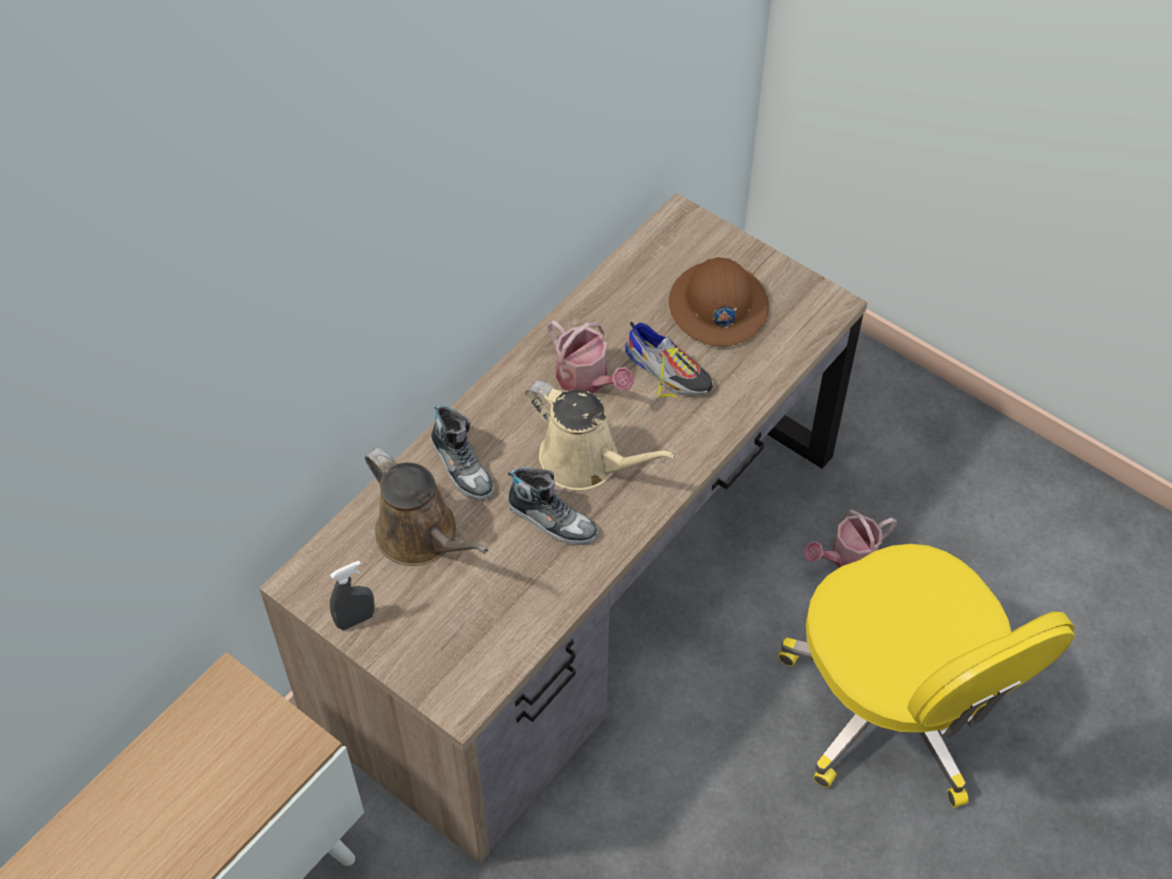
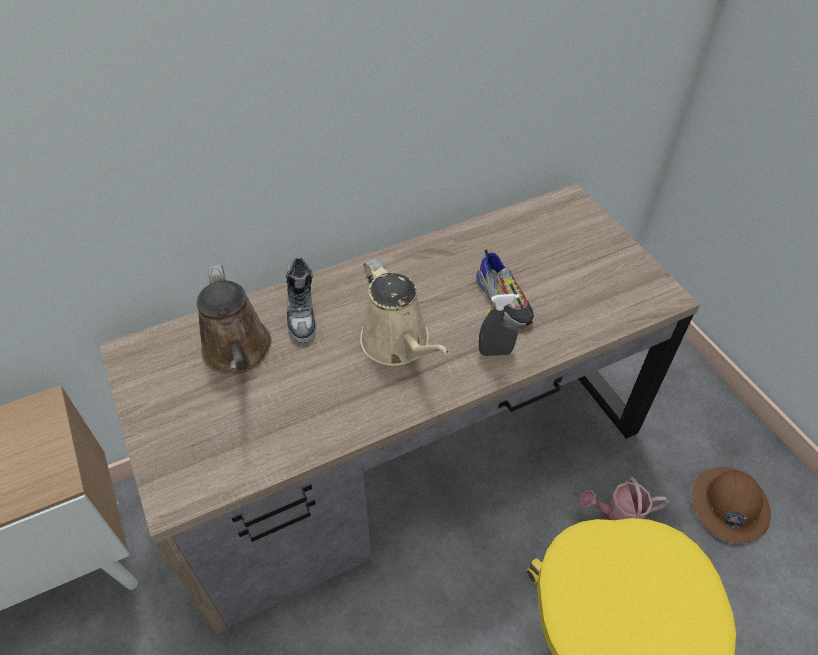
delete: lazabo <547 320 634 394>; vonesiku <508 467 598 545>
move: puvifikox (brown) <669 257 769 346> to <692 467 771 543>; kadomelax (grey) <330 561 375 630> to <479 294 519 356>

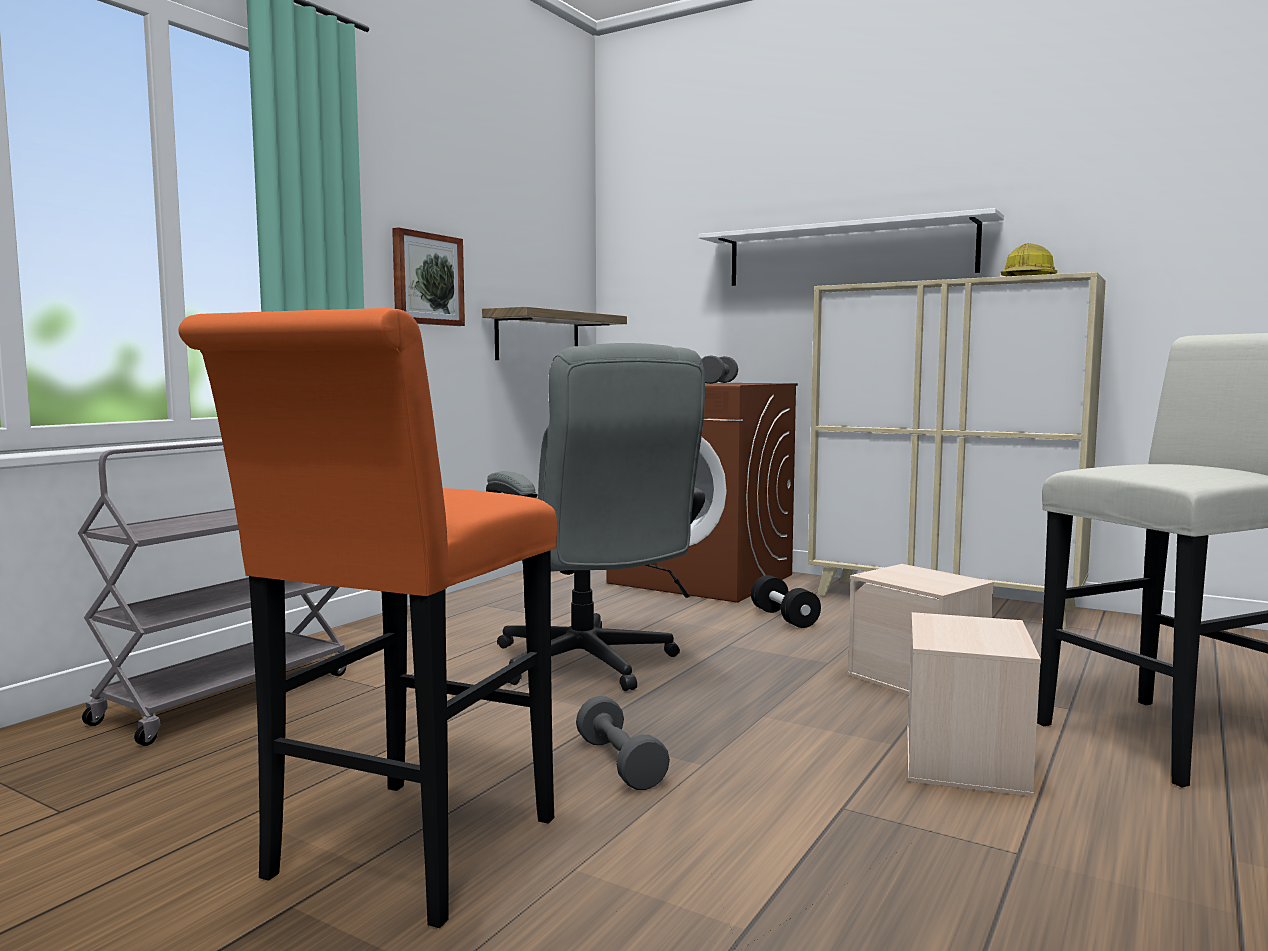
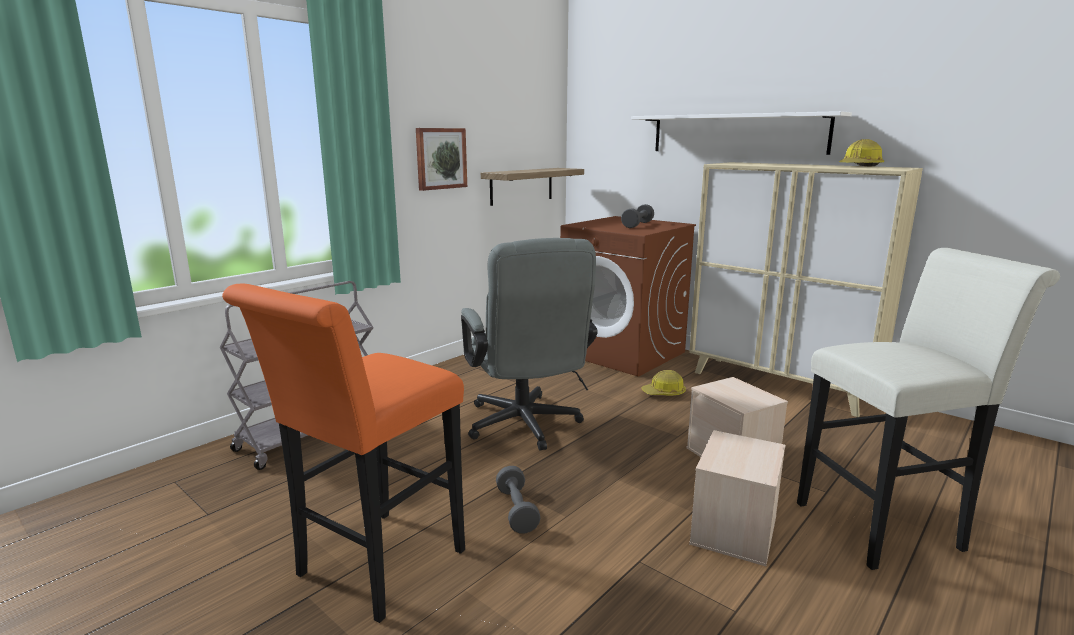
replace: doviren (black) <751 575 821 628> to puvifikox <641 370 686 395>

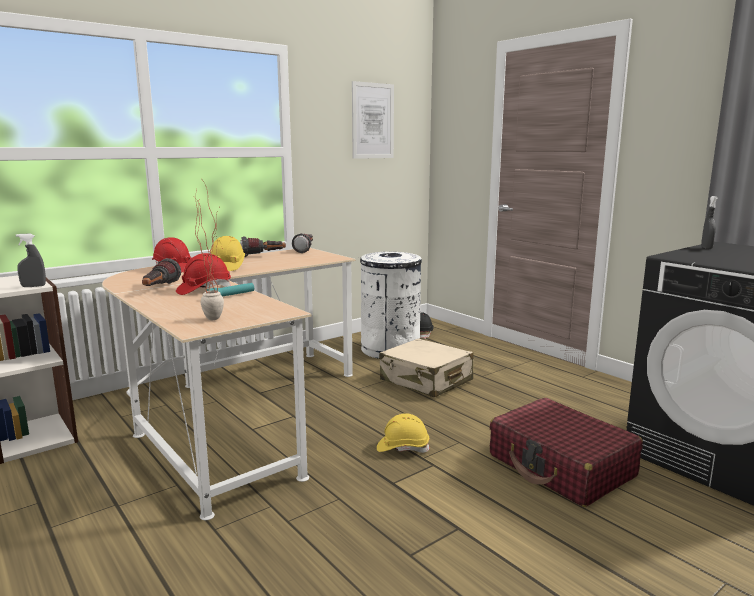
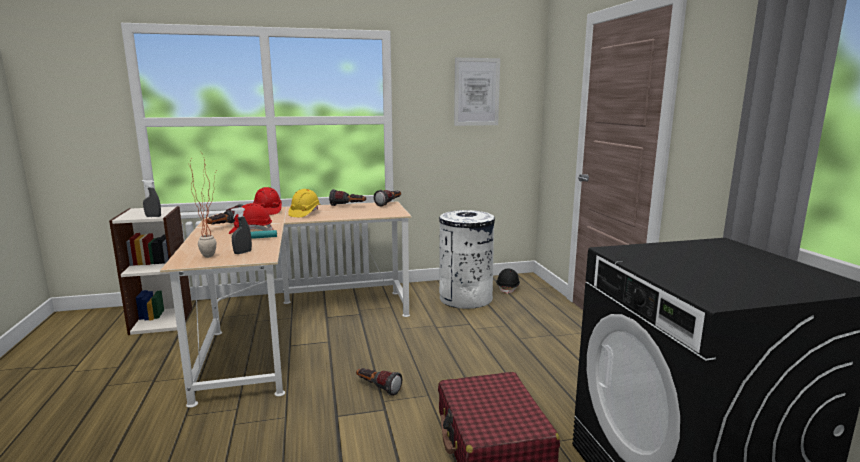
delete: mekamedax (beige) <379 338 474 397>
move: kadomelax (grey) <701 196 718 249> to <231 207 252 254>
replace: puvifikox (yellow) <377 413 430 453> to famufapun <356 368 402 396>

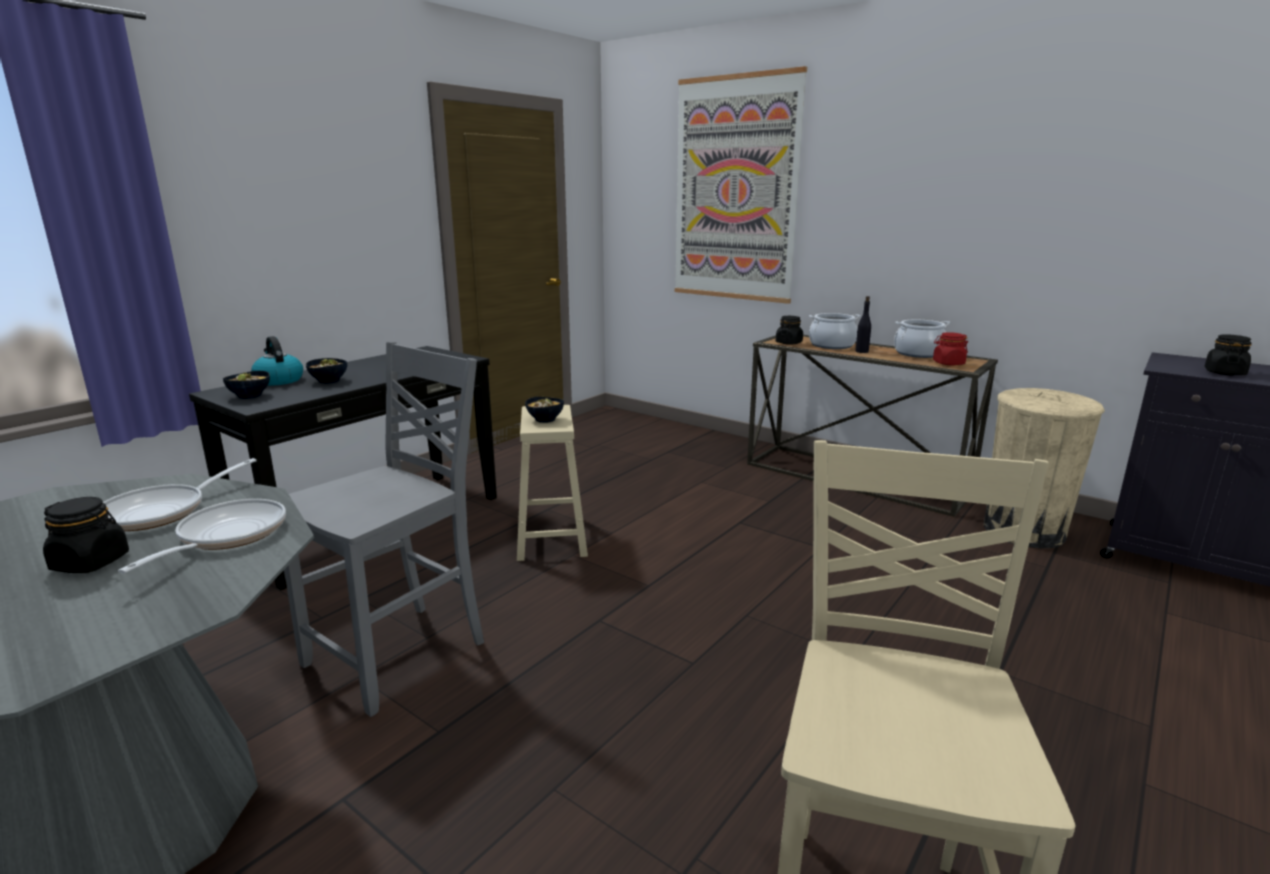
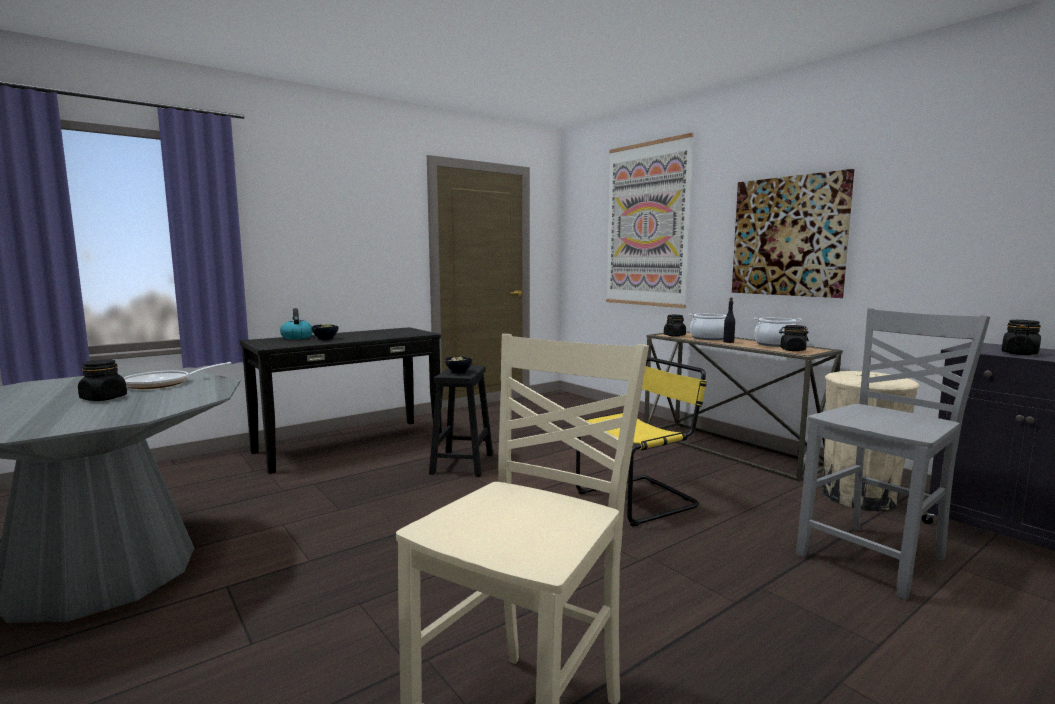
delete: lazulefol <223 371 270 399>; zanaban <118 499 286 574>
insert: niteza <732 169 854 298>; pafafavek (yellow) <576 357 706 526>
move: pafafavek (grey) <284 342 484 717> to <796 308 990 600>
recolor: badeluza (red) <933 332 968 366> to badeluza (black) <779 325 809 351>; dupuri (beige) <517 405 588 561> to dupuri (black) <429 366 493 477>

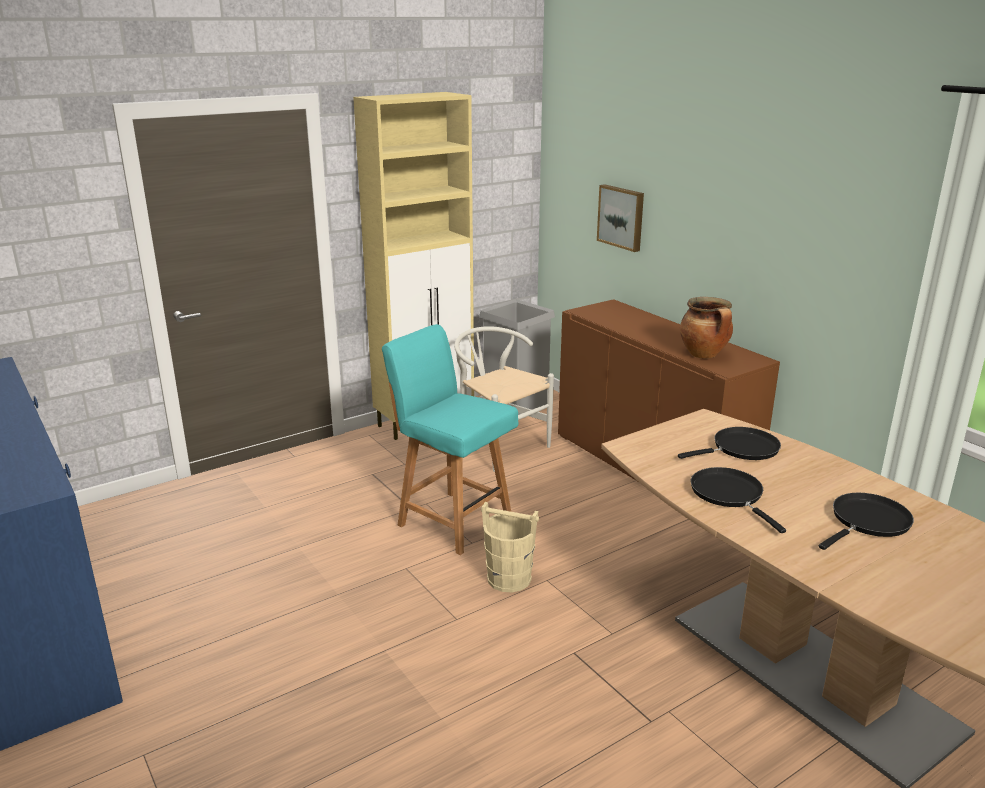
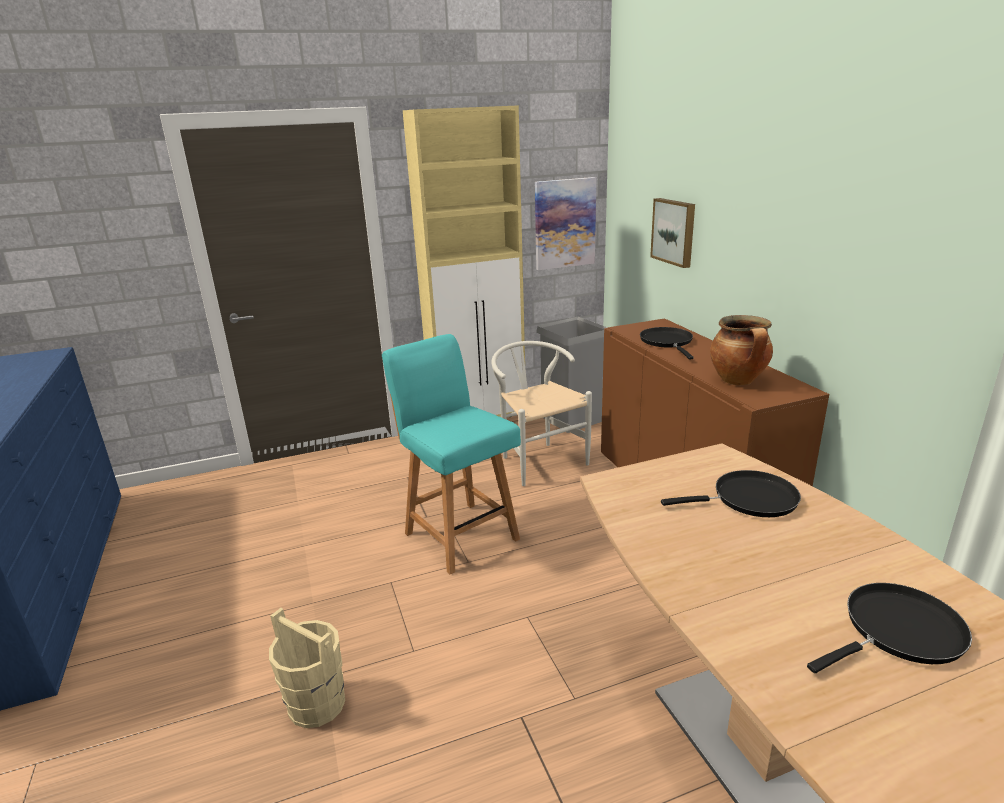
insert: niteza <535 177 597 270>
move: zanaban (black) <691 467 786 533> to <640 327 694 359>; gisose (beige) <481 502 539 593> to <269 608 345 728>

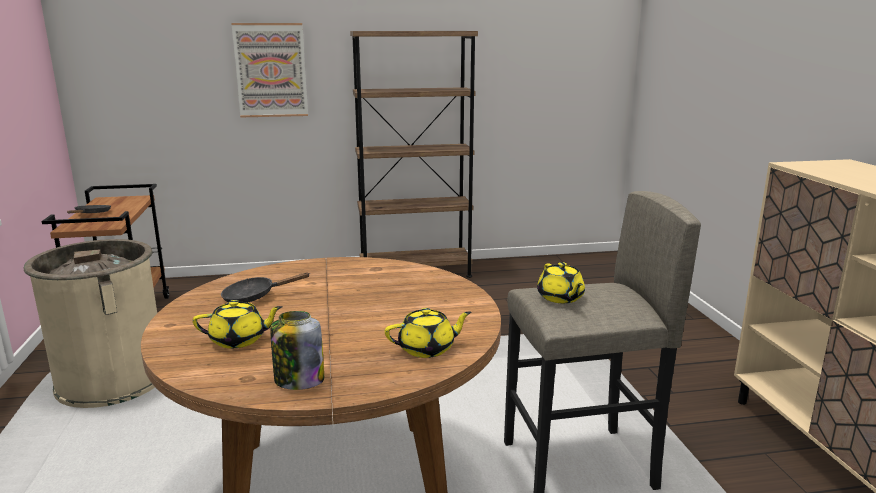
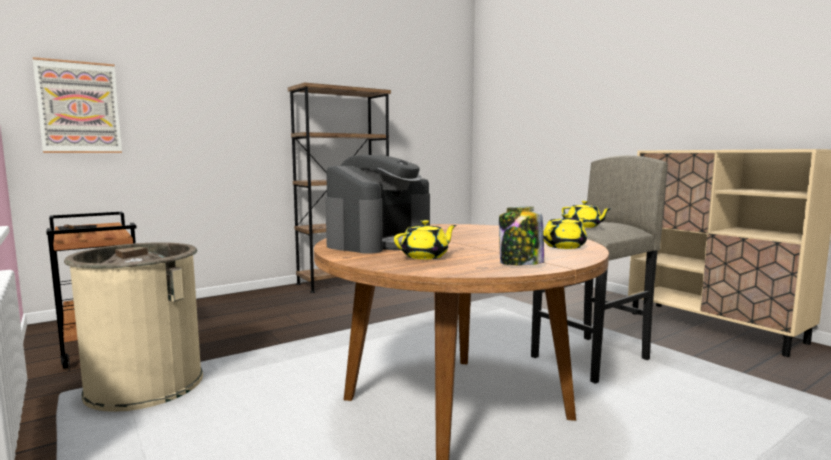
move: niteza <231 23 308 117> to <33 57 122 153>
replace: zanaban (black) <221 272 309 303> to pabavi <325 155 430 254>

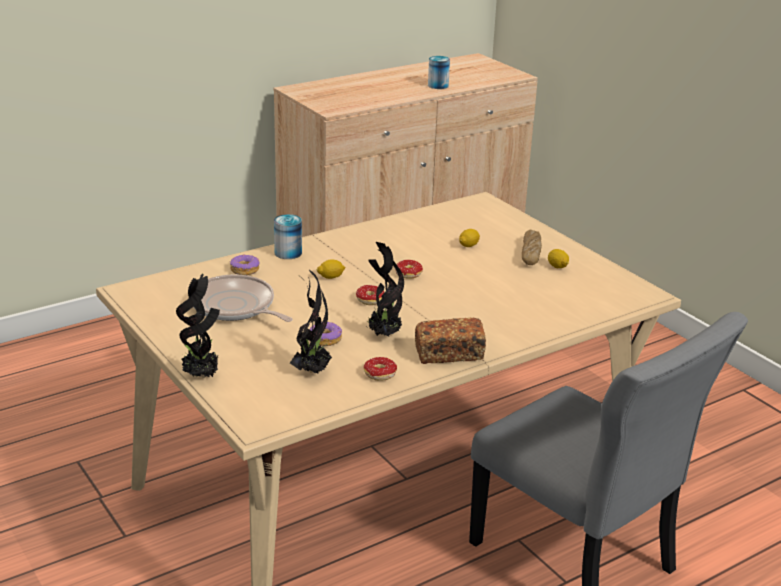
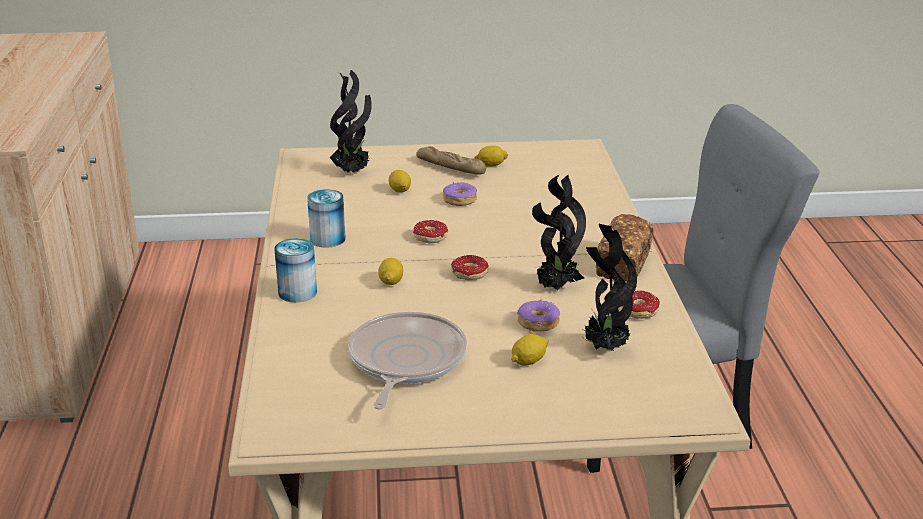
insert: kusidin <511 334 548 366>
move: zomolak <428 56 450 89> to <307 189 346 248>; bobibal <230 254 260 275> to <443 182 477 206>; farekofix <176 274 220 378> to <330 70 372 174>
rotate: zanaban <193 274 293 322> = <348 312 467 410> 120 degrees clockwise

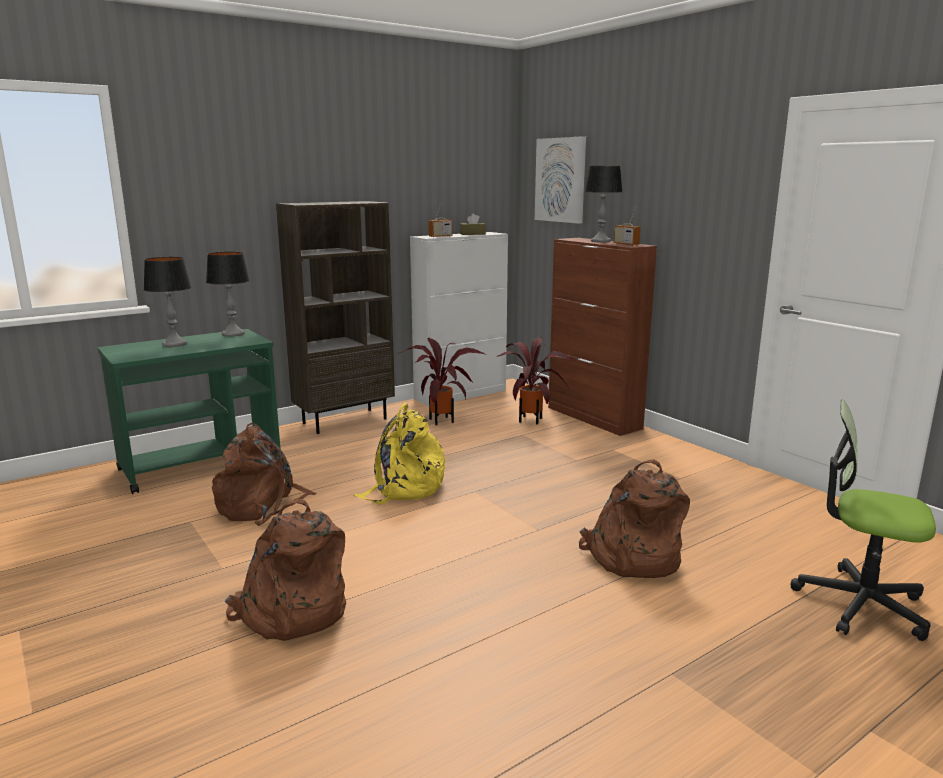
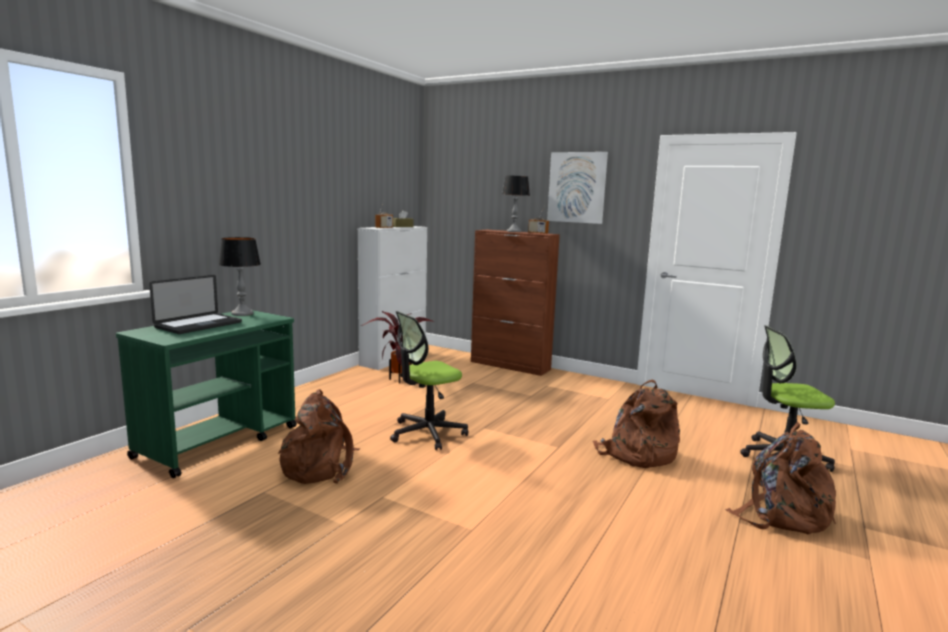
delete: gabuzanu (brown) <276 201 395 434>; farekofix <497 337 574 424>
move: niteza <535 136 586 224> to <547 152 608 224>; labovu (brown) <225 499 346 641> to <725 422 836 535>
replace: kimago <144 257 191 347> to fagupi <149 275 242 334>; labovu (yellow) <354 402 445 504> to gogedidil <390 311 468 450>

